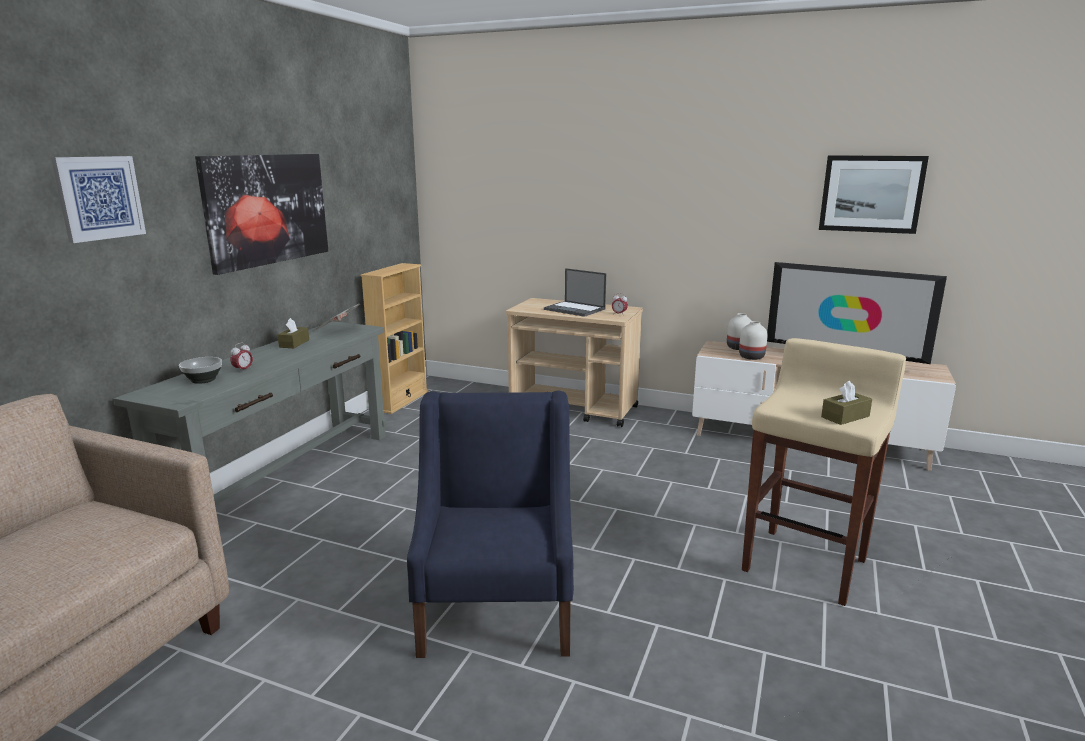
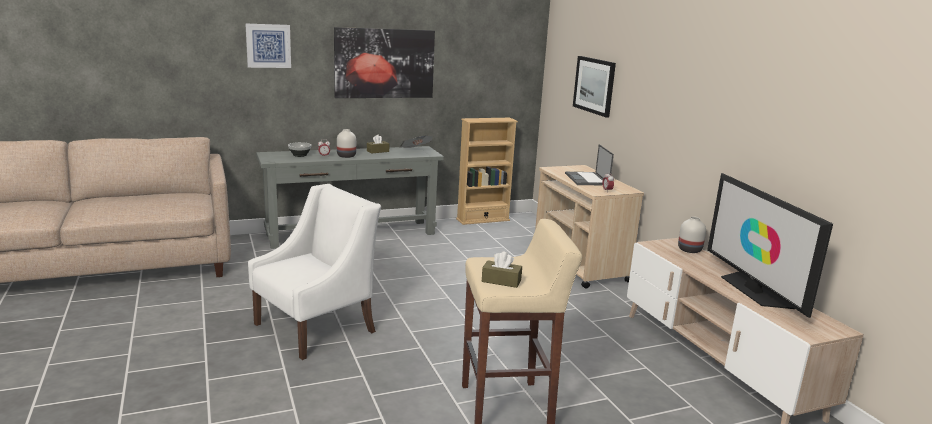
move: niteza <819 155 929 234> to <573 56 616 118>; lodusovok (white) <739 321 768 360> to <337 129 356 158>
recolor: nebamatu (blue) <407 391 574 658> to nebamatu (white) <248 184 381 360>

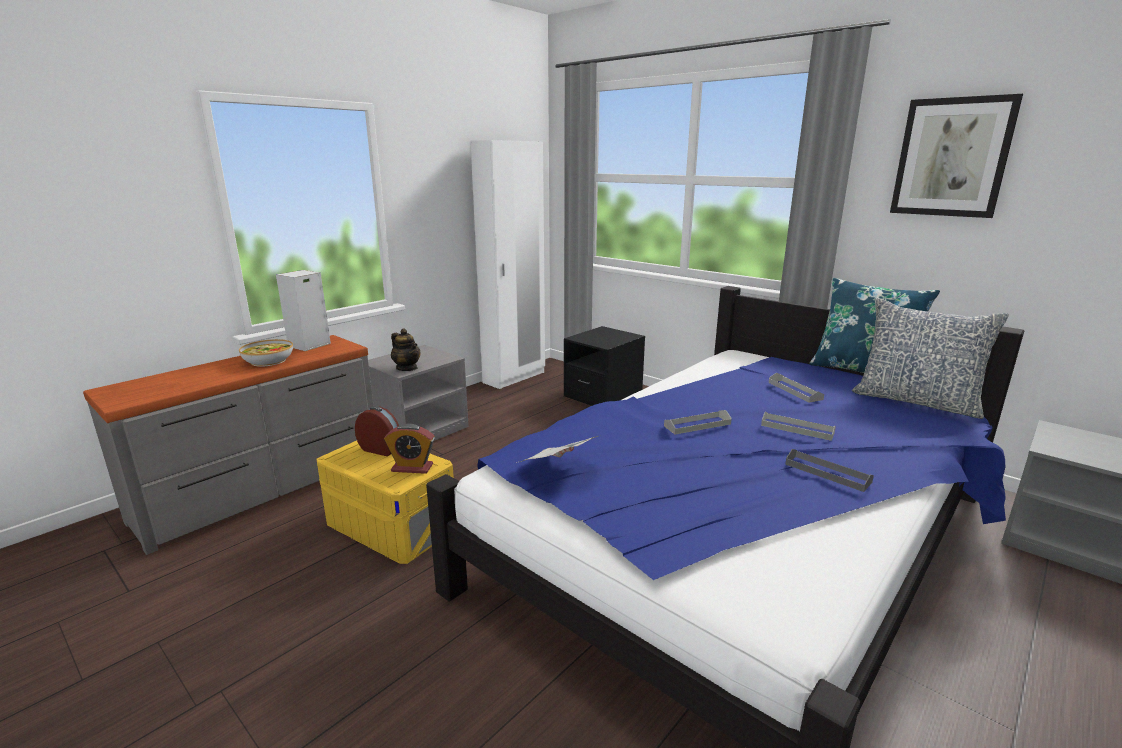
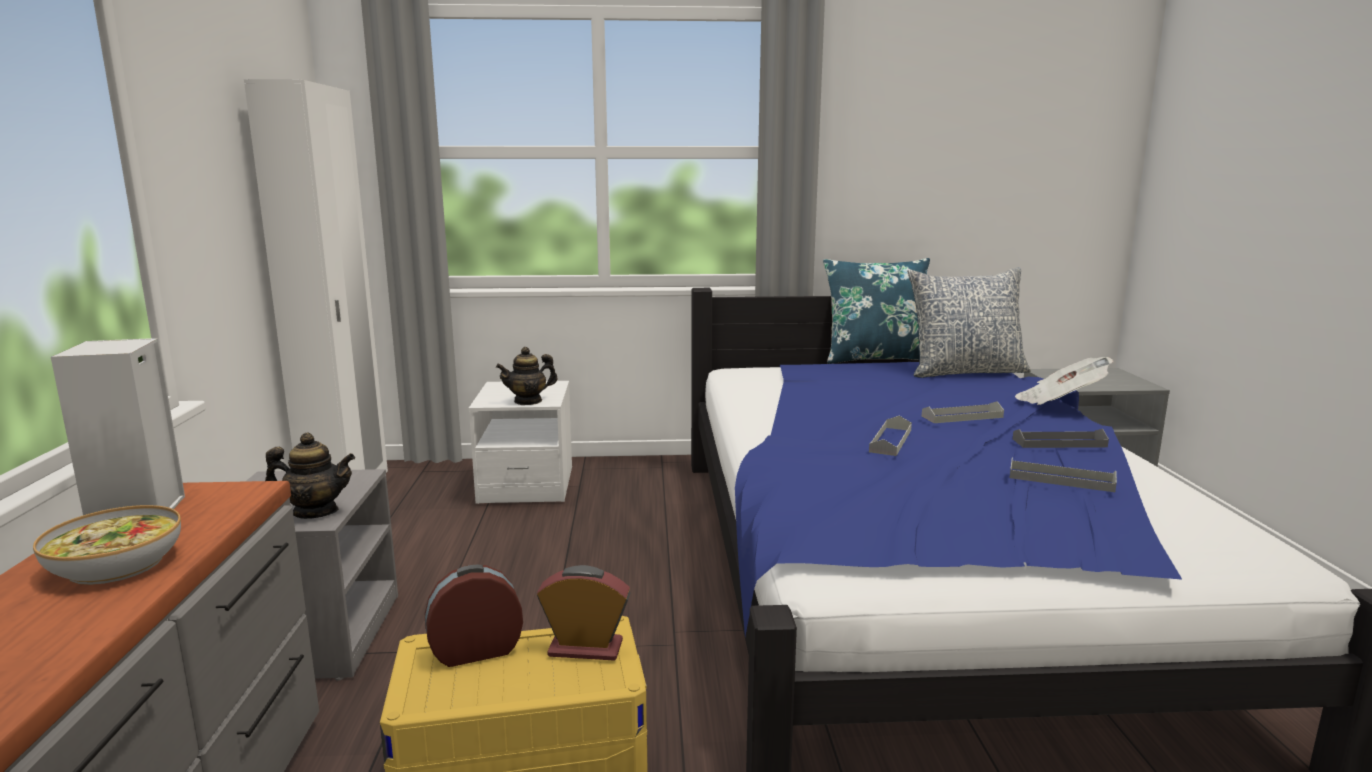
delete: niteza <890 94 1023 218>
insert: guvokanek <496 347 558 405>
move: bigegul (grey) <769 373 824 403> to <1010 458 1117 492>; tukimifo <516 436 597 463> to <1015 357 1114 405>
recolor: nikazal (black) <564 326 645 406> to nikazal (white) <469 381 572 504>
rotate: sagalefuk <384 423 435 474> = <537 565 630 661> 135 degrees counterclockwise

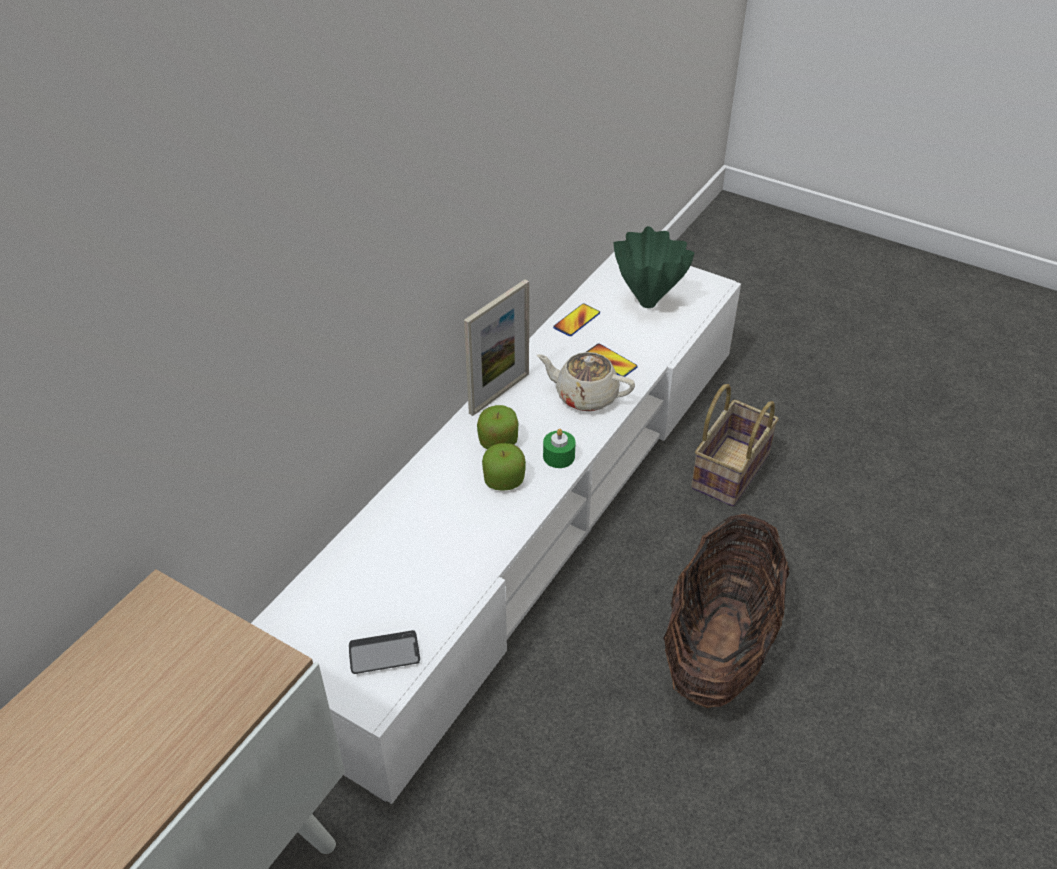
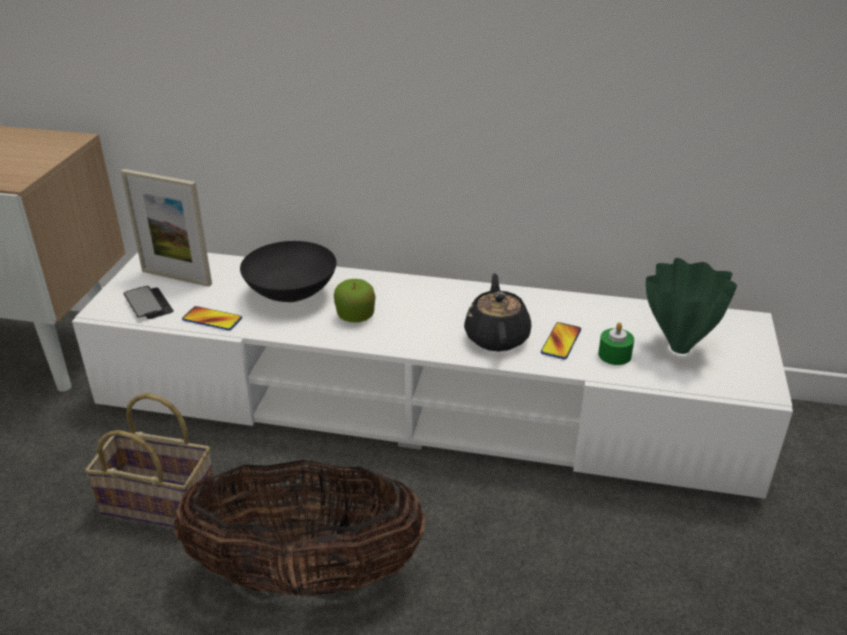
delete: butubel <477 405 518 449>
insert: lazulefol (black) <240 241 336 302>
move: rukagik <464 279 529 416> to <121 169 212 287>; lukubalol <553 304 600 336> to <182 306 242 331>; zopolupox <691 384 779 507> to <85 393 215 528>; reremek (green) <543 429 576 468> to <598 322 634 365>
recolor: guvokanek (beige) <537 352 635 411> to guvokanek (black) <464 273 531 351>

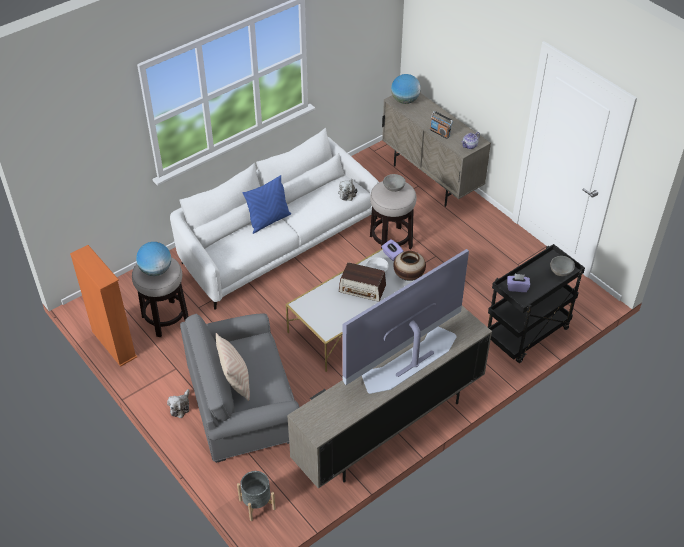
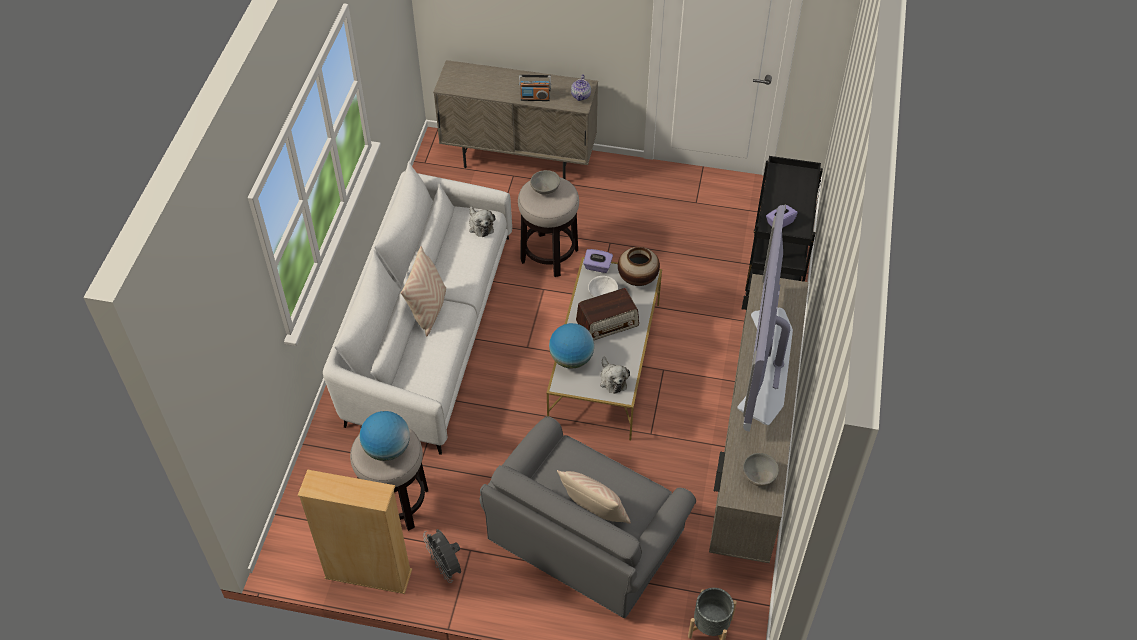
insert: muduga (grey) <423 529 461 583>
move: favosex <391 74 421 104> to <549 323 594 369>; lazulefol (grey) <550 256 575 276> to <743 453 779 486>; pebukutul <167 389 190 418> to <600 357 630 394>
recolor: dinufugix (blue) <243 175 291 234> to dinufugix (beige) <401 246 446 336>; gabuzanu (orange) <70 245 137 367> to gabuzanu (beige) <298 469 412 594>

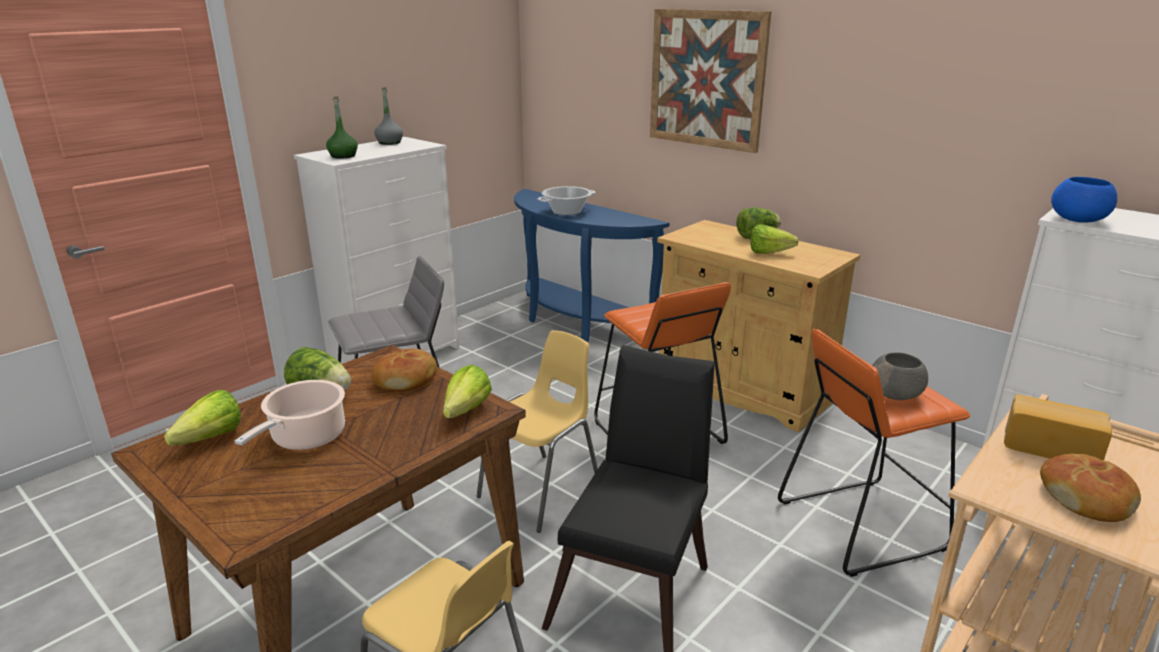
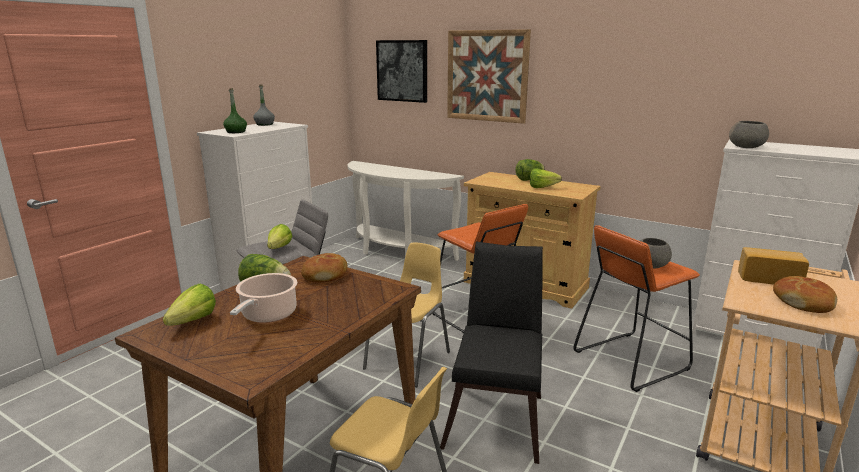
delete: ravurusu <537 186 596 215>
insert: niteza <376 40 427 103>
move: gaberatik <443 365 492 418> to <267 224 293 249>
recolor: lazulefol (blue) <1051 177 1117 223> to lazulefol (grey) <729 121 769 148>; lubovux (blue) <514 189 670 342> to lubovux (white) <348 161 464 261>

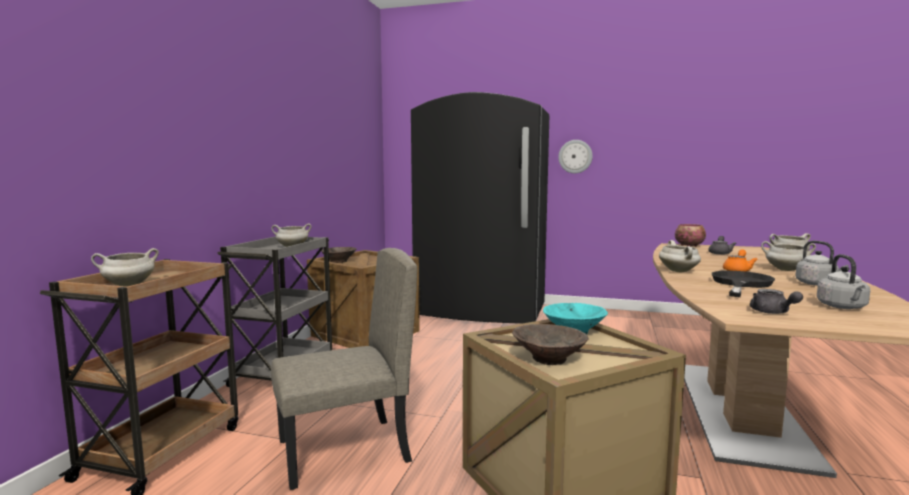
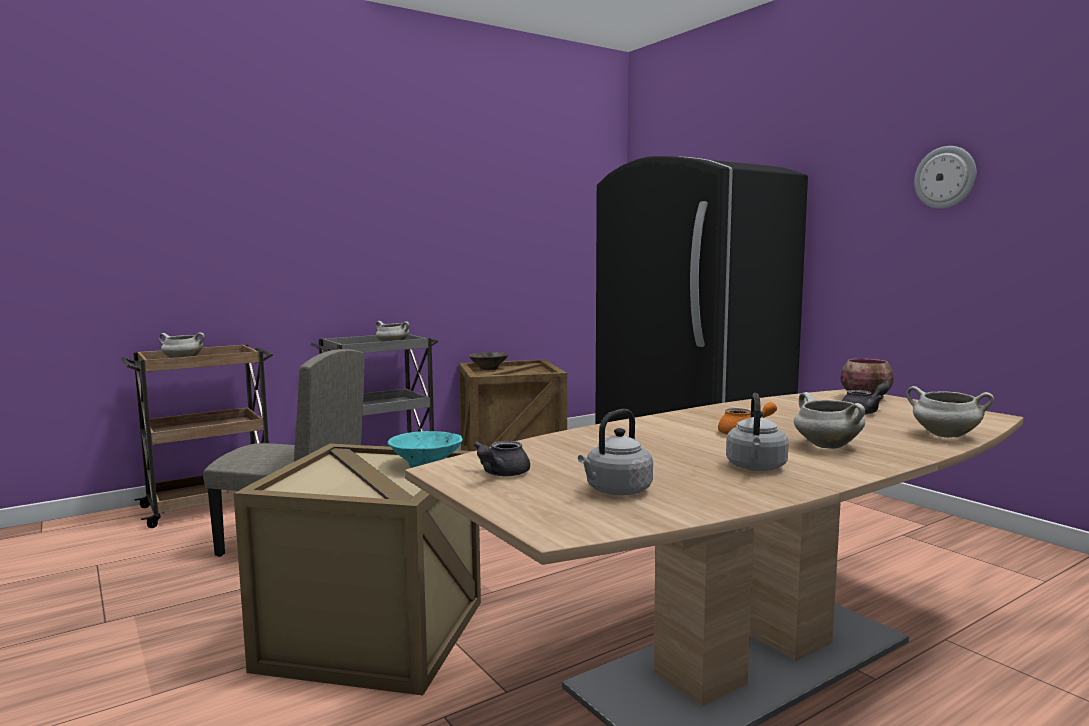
delete: ravurusu (white) <659 240 701 272>; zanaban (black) <712 271 775 297>; lazulefol (brown) <512 324 588 365>
move: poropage <558 140 593 173> to <914 146 977 209>

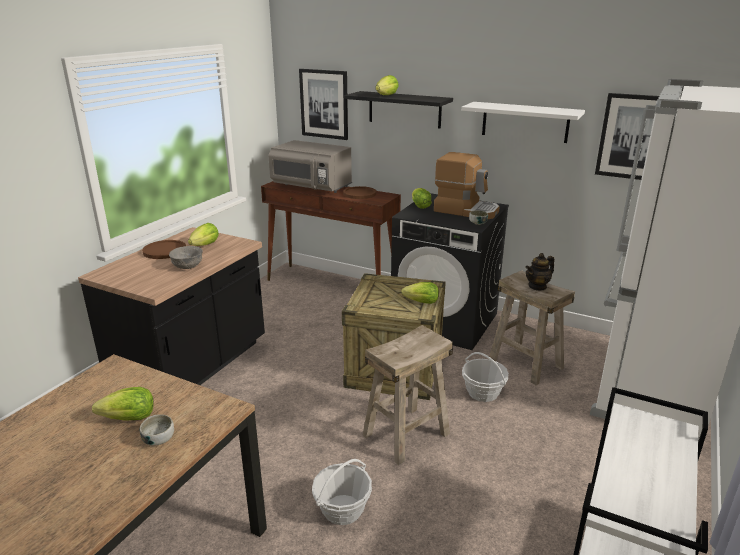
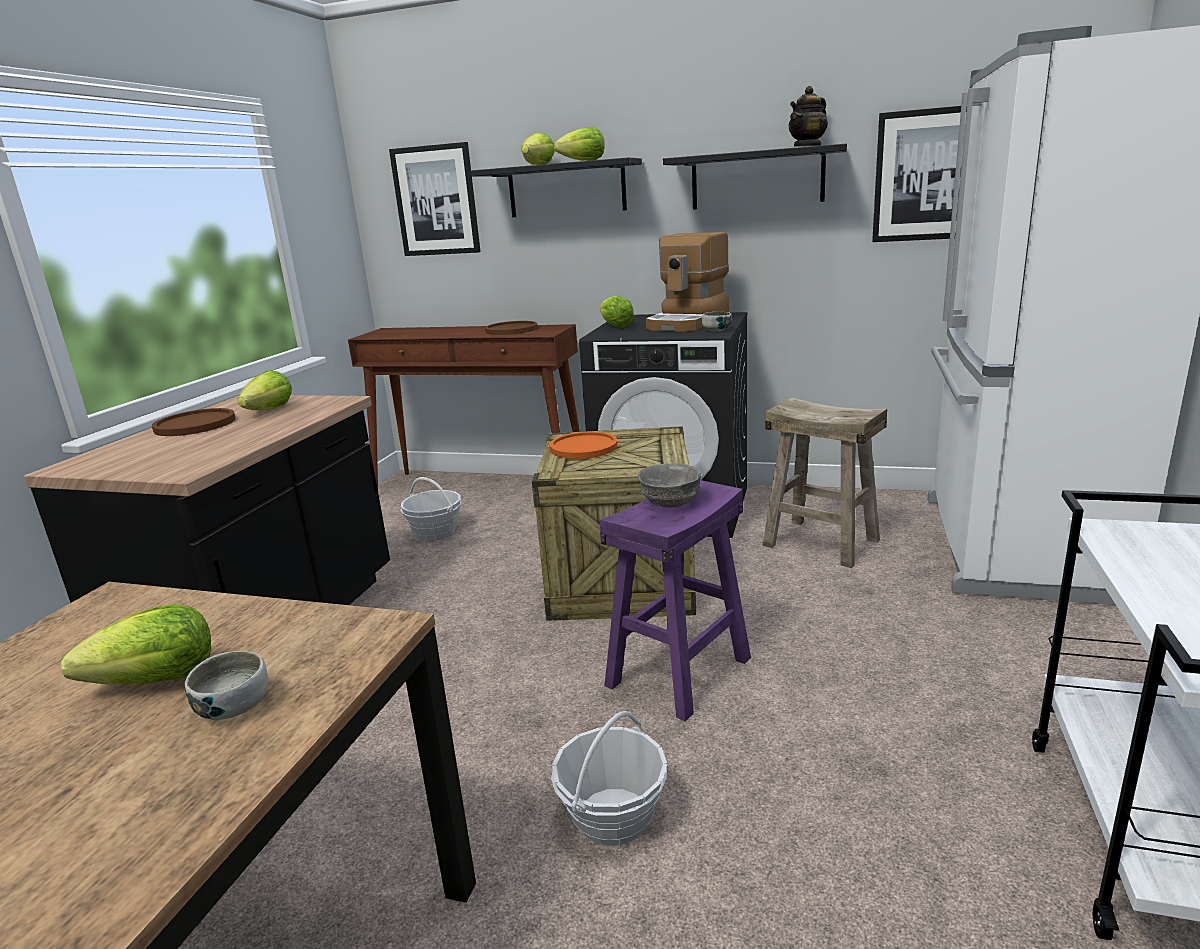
delete: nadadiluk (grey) <268 140 352 193>
insert: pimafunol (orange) <550 432 618 459>
move: lazulefol (grey) <169 246 203 269> to <637 463 701 508>; guvokanek <525 253 555 291> to <789 86 828 147>; gaberatik <401 282 439 304> to <554 127 605 161>; zopolupox <462 352 509 402> to <401 477 462 541>
recolor: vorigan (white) <461 102 585 143> to vorigan (black) <663 144 847 210>; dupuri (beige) <363 325 453 465> to dupuri (purple) <600 480 751 722>
rotate: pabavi <434 152 500 219> = <646 232 729 332> 105 degrees clockwise

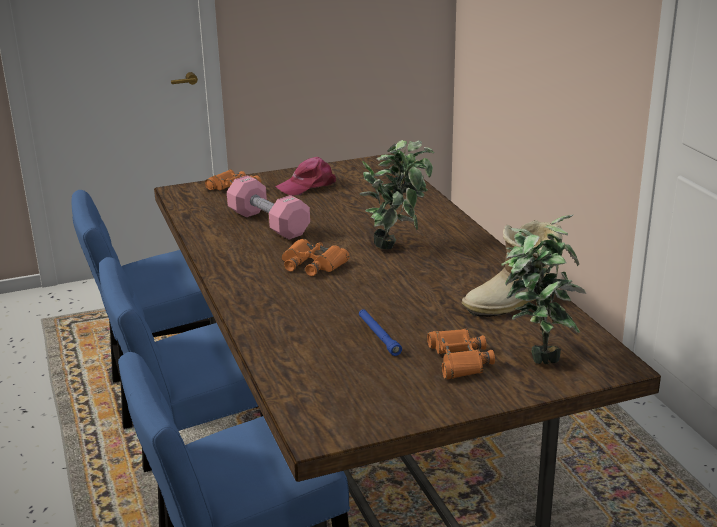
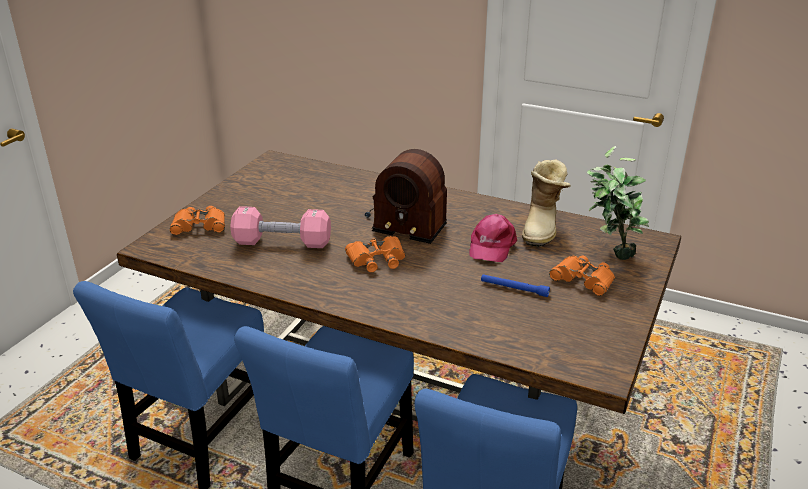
move: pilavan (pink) <275 157 336 196> to <470 214 517 262>
replace: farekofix <360 140 435 249> to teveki <365 149 447 244>

